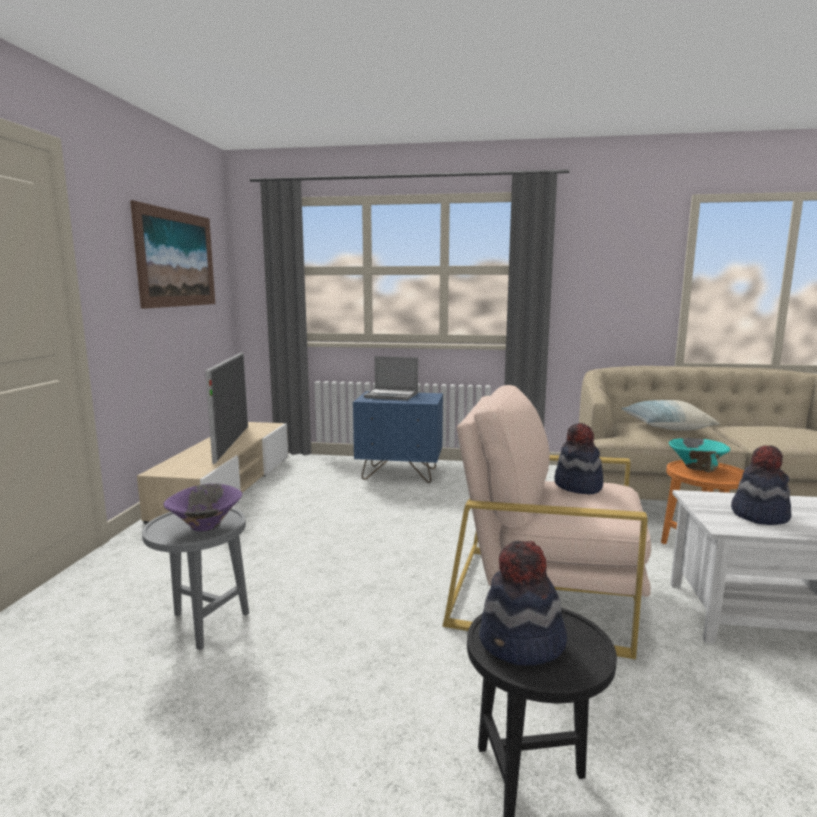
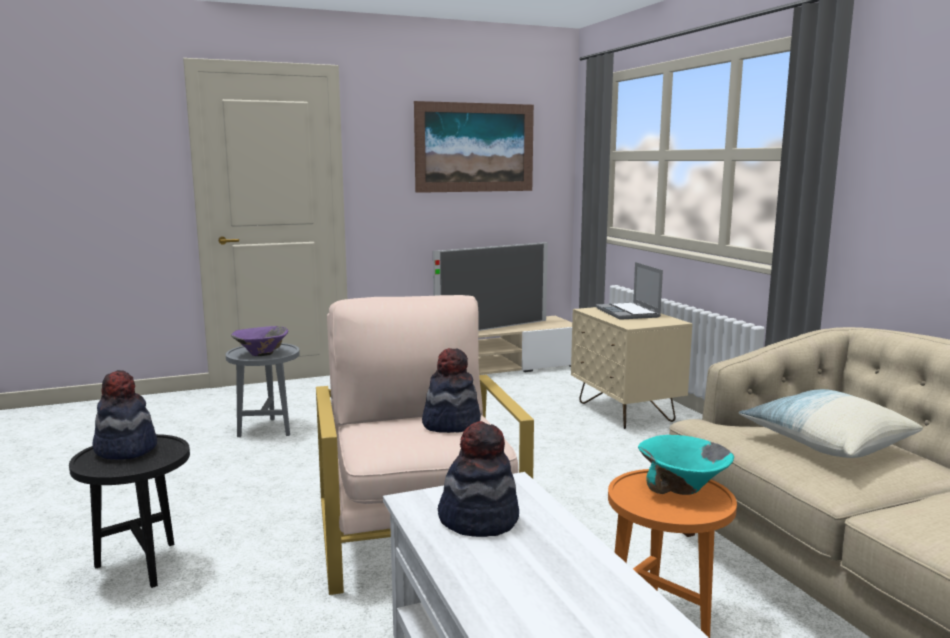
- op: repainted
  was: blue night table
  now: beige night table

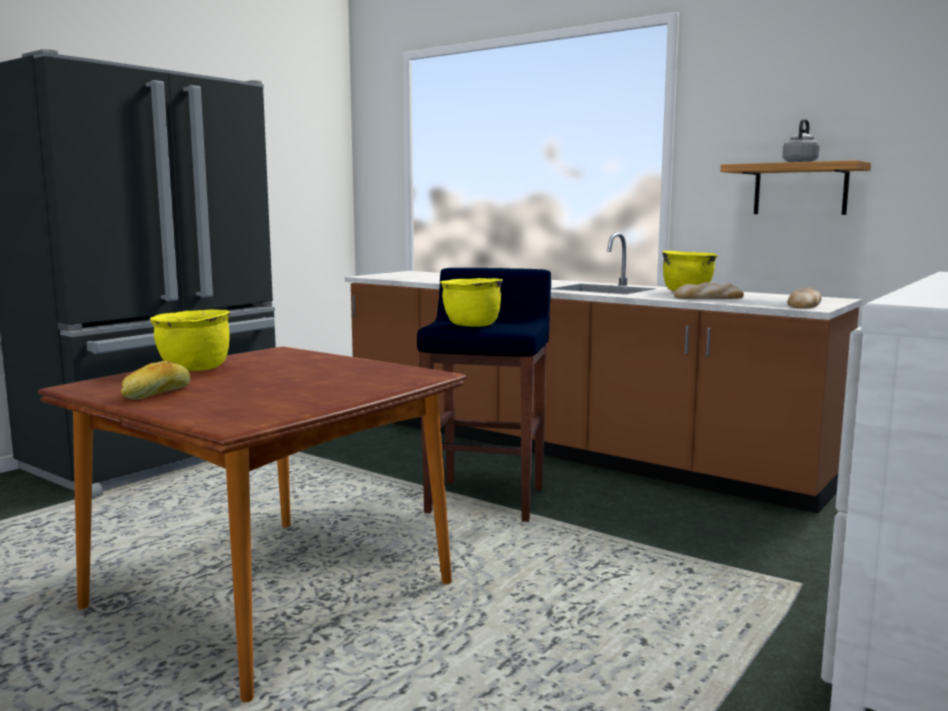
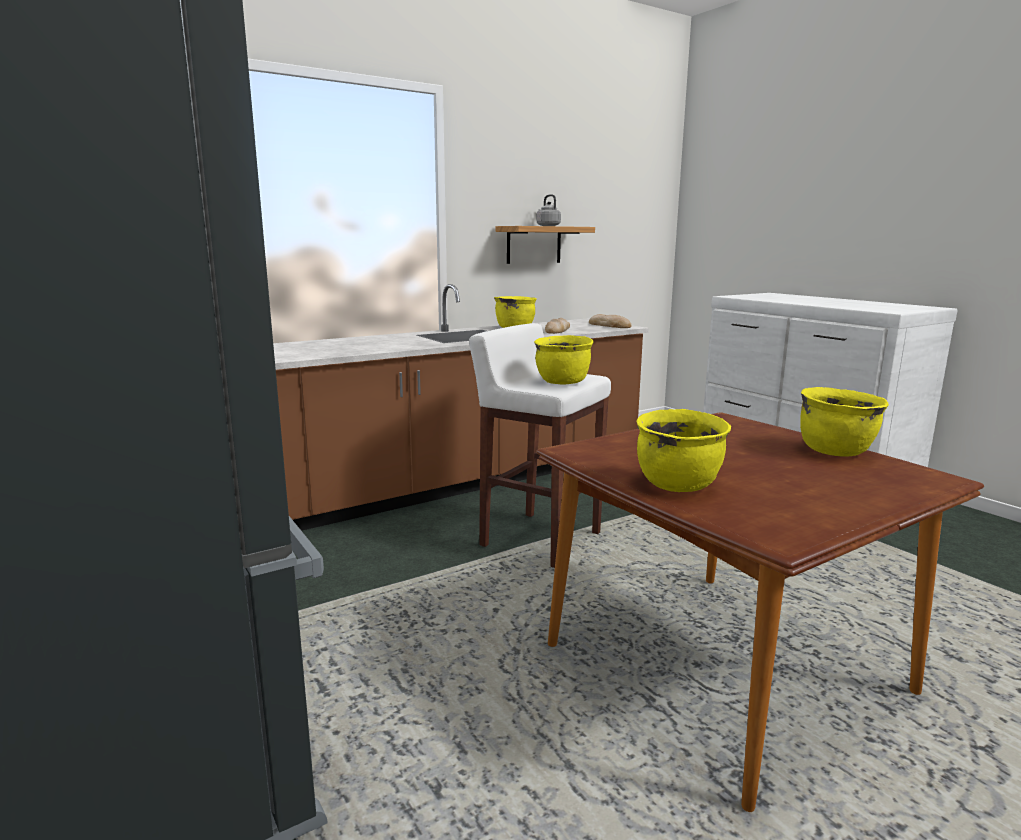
- op: repainted
  was: blue stool
  now: white-coloured stool
- op: new
  now: yellowish saucepot (no. 4 from left)
- op: gone
  was: baked bread (no. 1 from left)

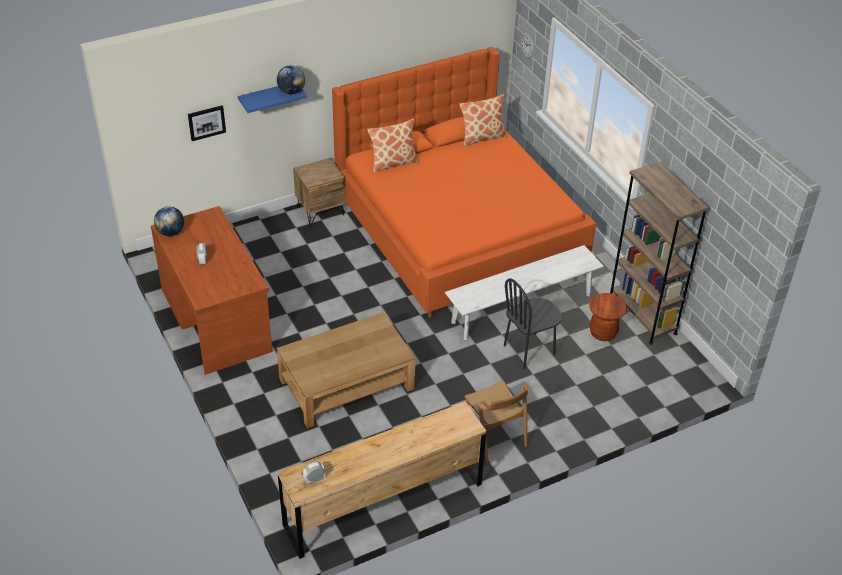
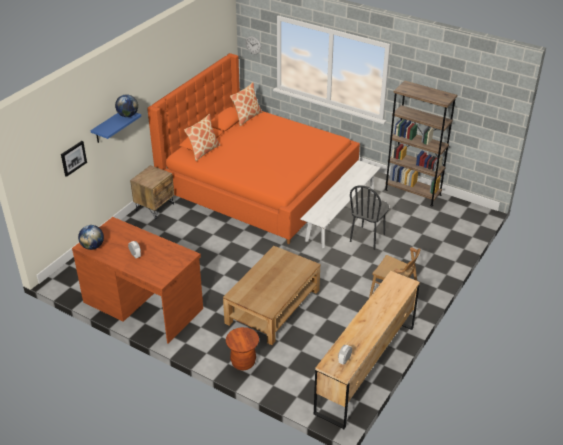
- op: shifted
  was: brown-coloured stool

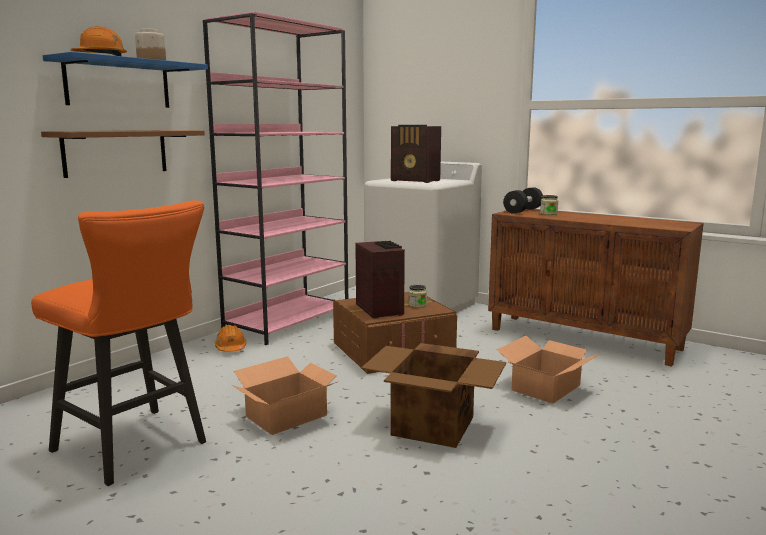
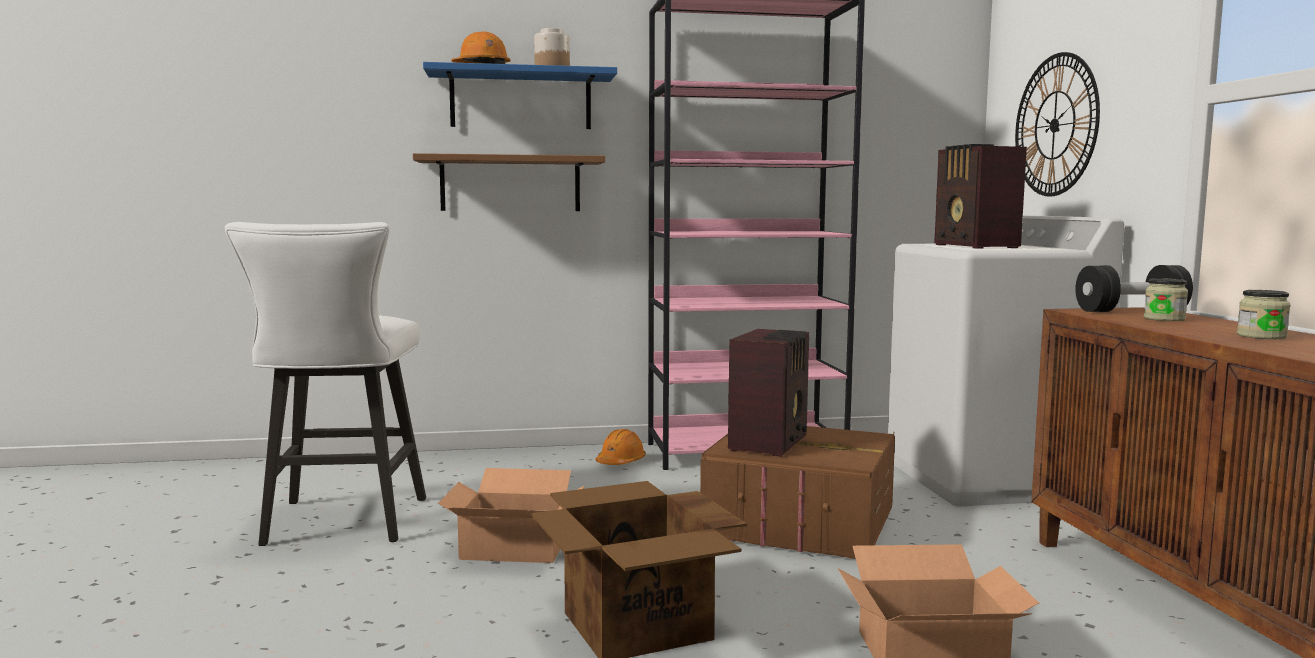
- op: repainted
  was: orange-coloured stool
  now: white-coloured stool
- op: new
  now: hanging clock
- op: shifted
  was: preserve jar (no. 2 from left in the first image)
  now: preserve jar (no. 3 from left)

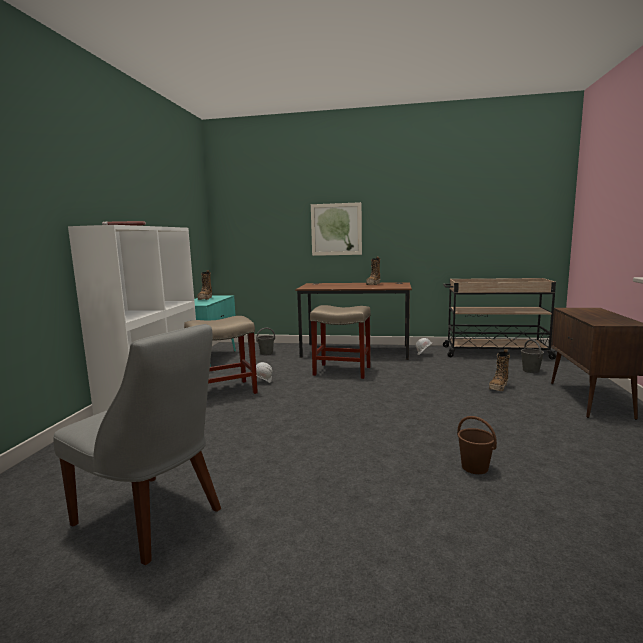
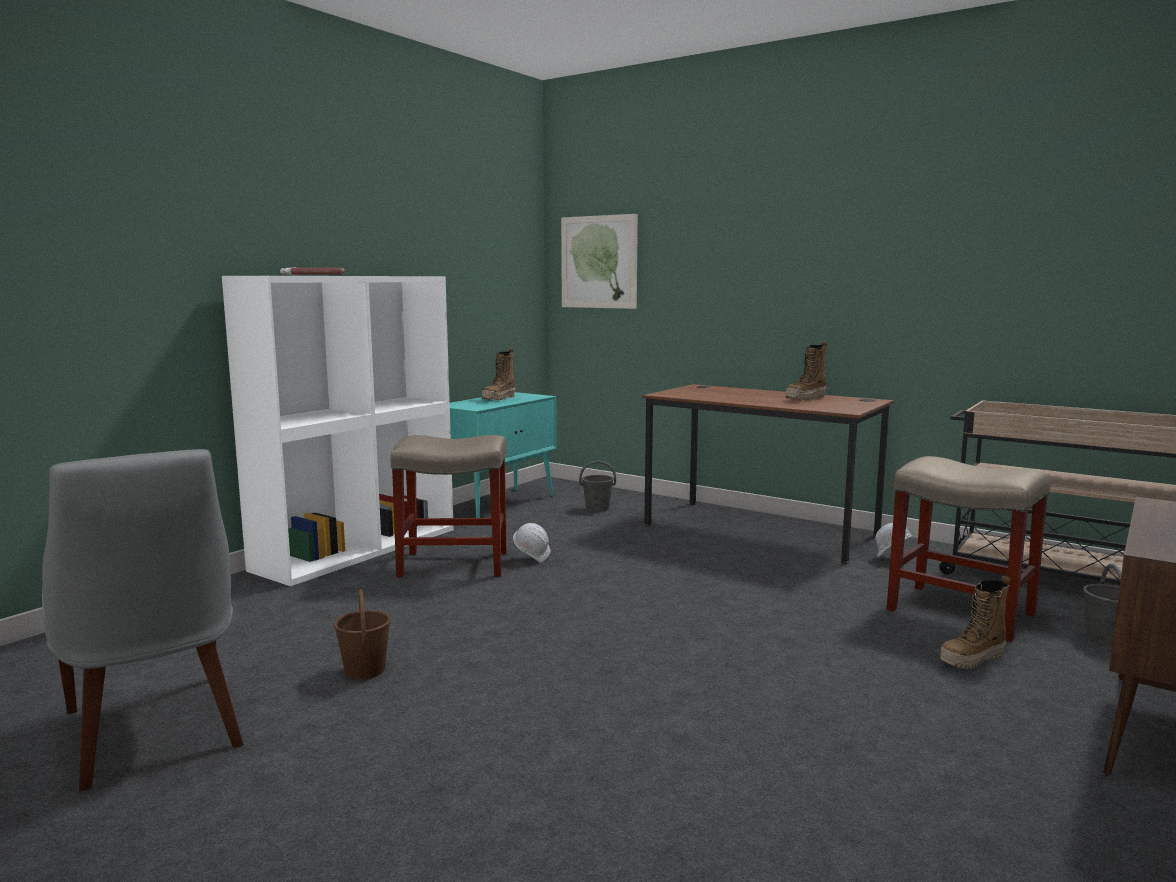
- op: shifted
  was: brown-coloured pail
- op: shifted
  was: wall picture
- op: shifted
  was: beige stool (no. 2 from left)

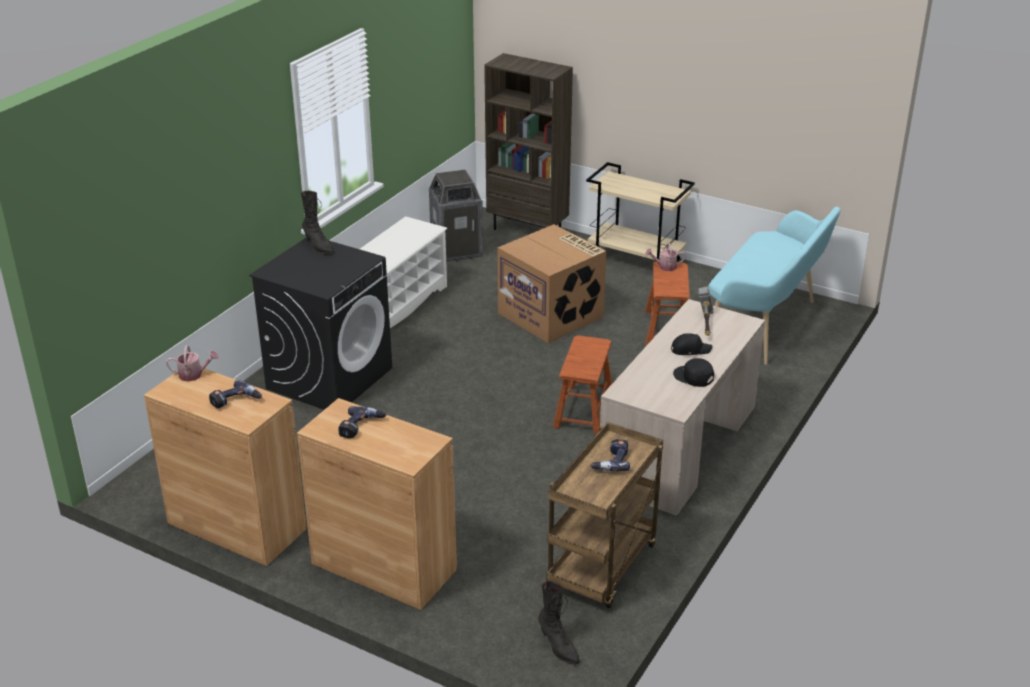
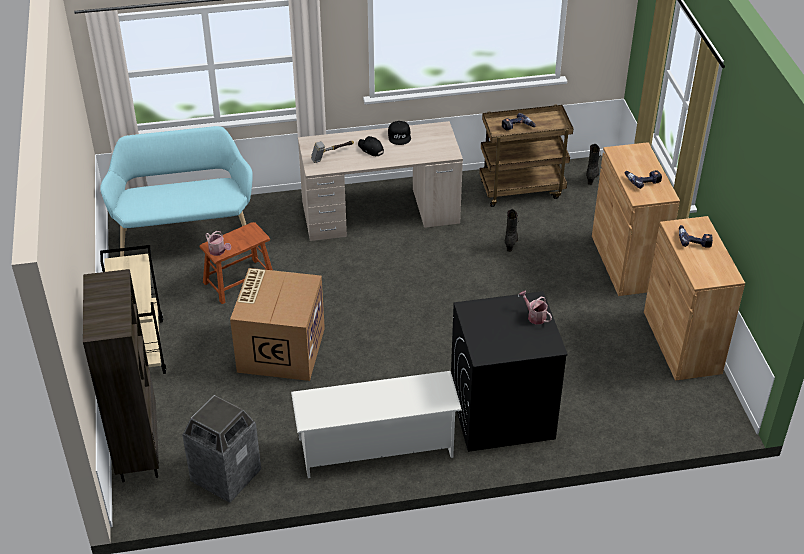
- op: shifted
  was: black-coloured high-top boot (no. 1 from left)
- op: shifted
  was: watering pot (no. 1 from left in the first image)
  now: watering pot (no. 2 from left)
- op: gone
  was: brown-coloured stool (no. 1 from left)

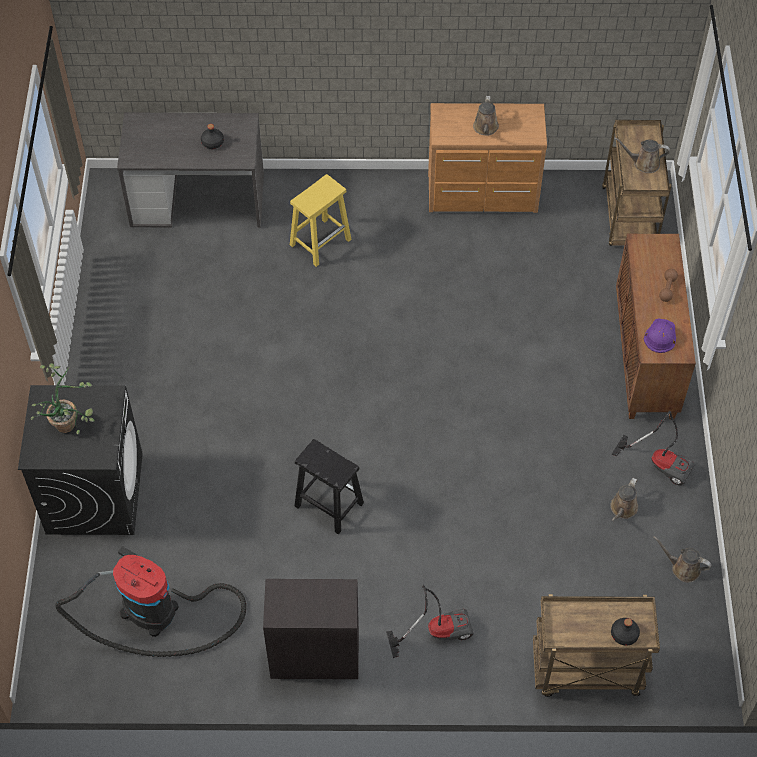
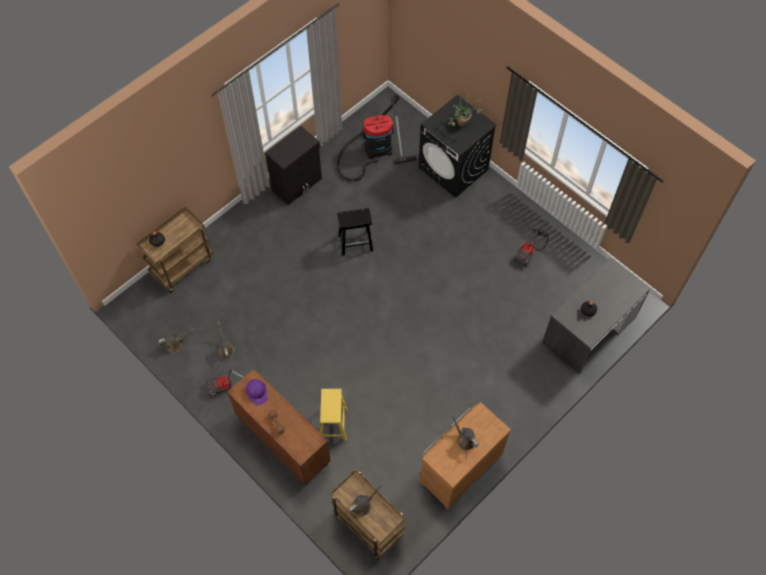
- op: shifted
  was: yellowish stool
- op: shifted
  was: vacuum cleaner (no. 2 from left in the first image)
  now: vacuum cleaner (no. 3 from left)

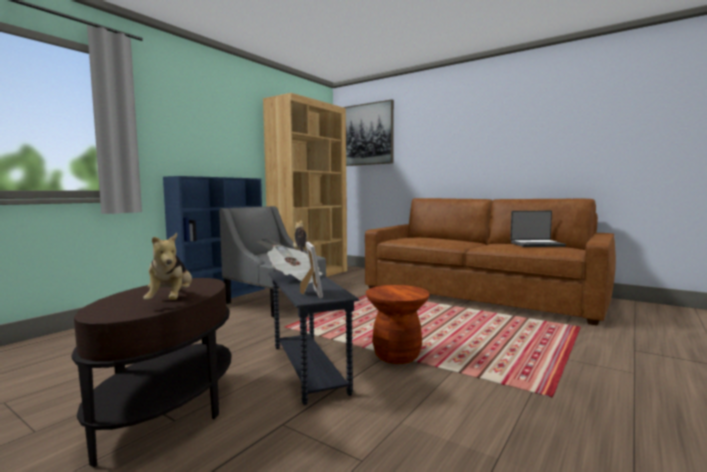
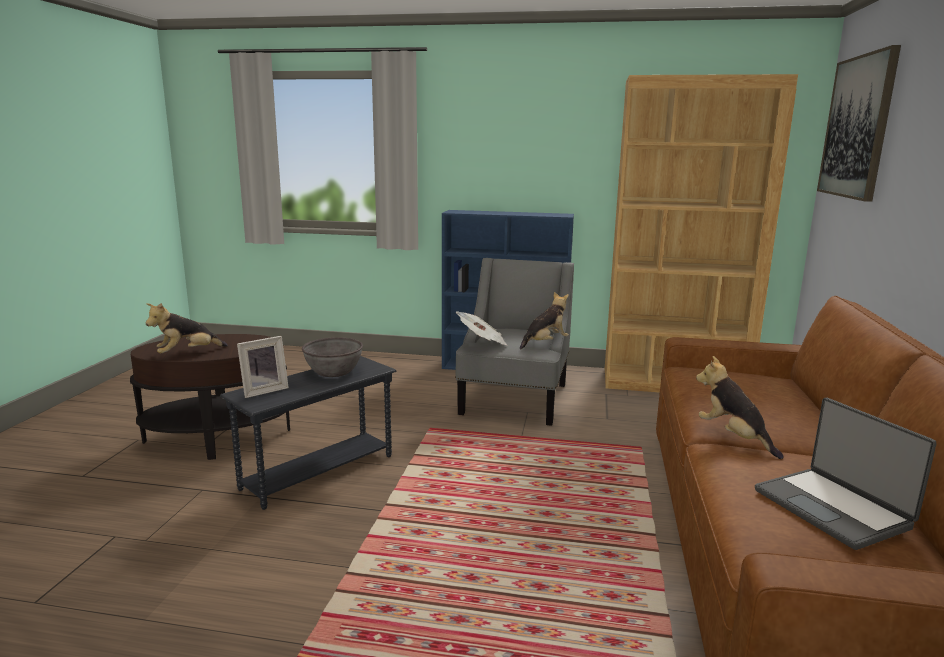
- op: swapped
  was: printed paper (no. 2 from left)
  now: greyish deep dish
- op: new
  now: cuddly toy (no. 3 from left)
- op: gone
  was: brown-coloured stool

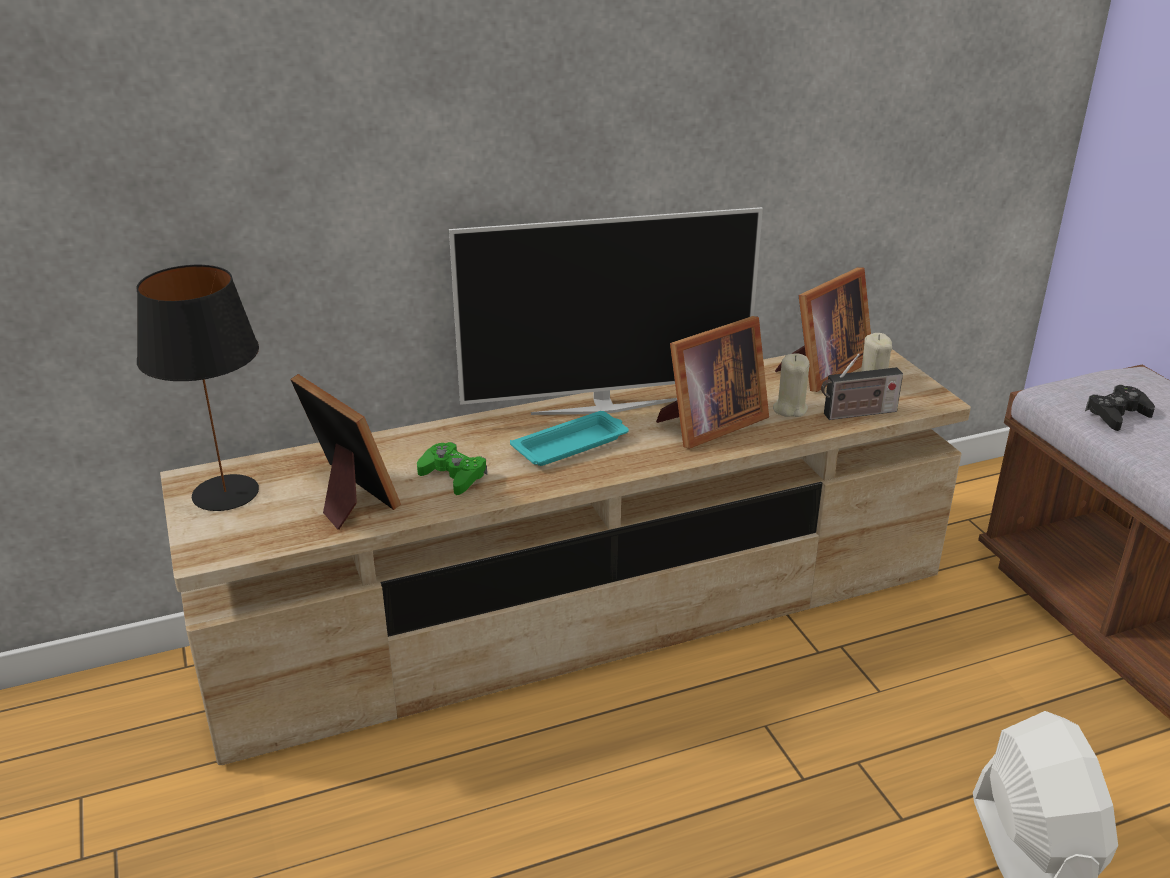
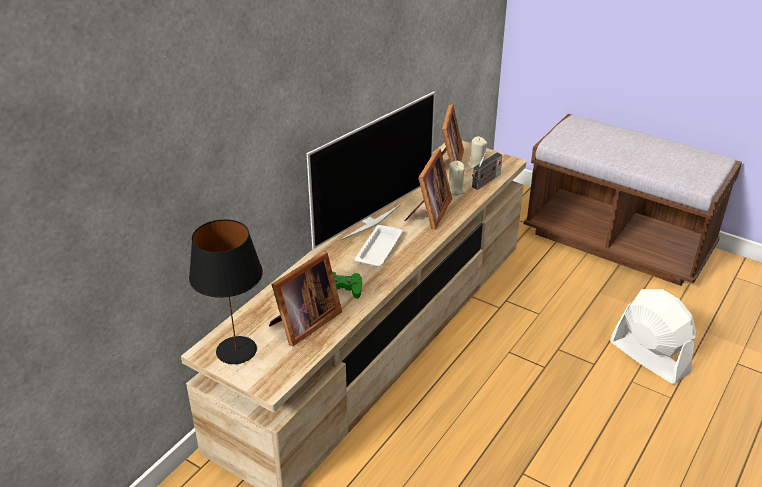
- op: rotated
  was: standing frame (no. 1 from left)
  clockwise: 120
- op: repainted
  was: blue-green carrying tray
  now: white-coloured carrying tray
- op: gone
  was: black-coloured gamepad

